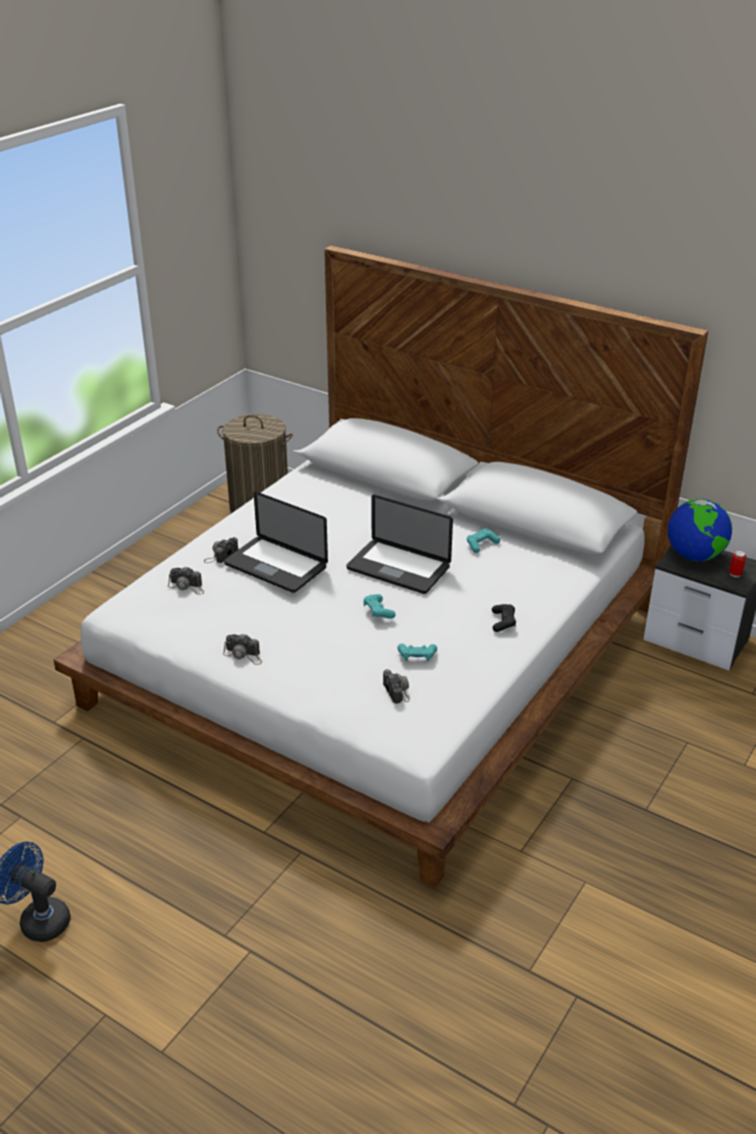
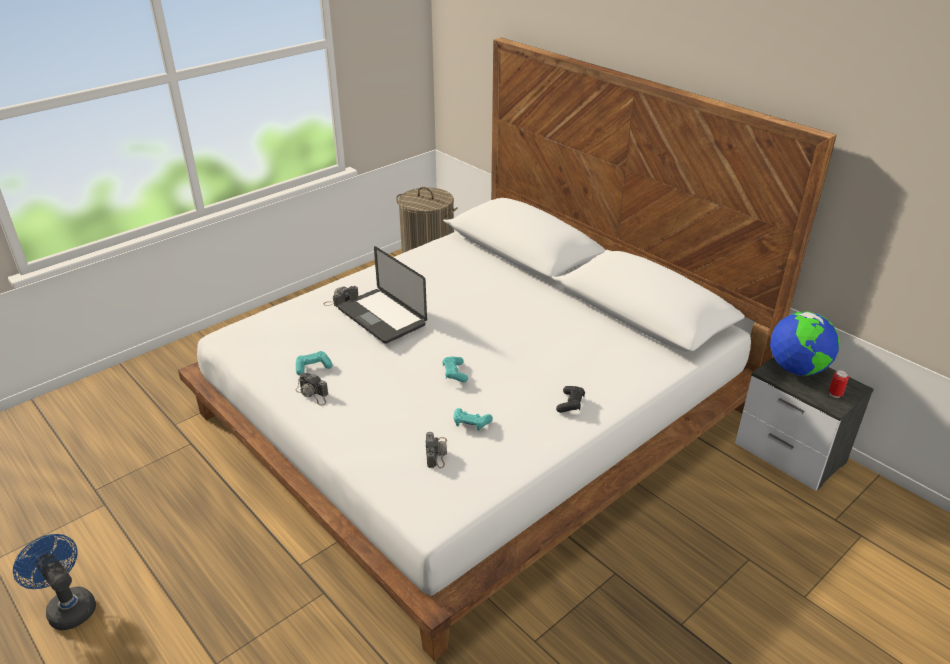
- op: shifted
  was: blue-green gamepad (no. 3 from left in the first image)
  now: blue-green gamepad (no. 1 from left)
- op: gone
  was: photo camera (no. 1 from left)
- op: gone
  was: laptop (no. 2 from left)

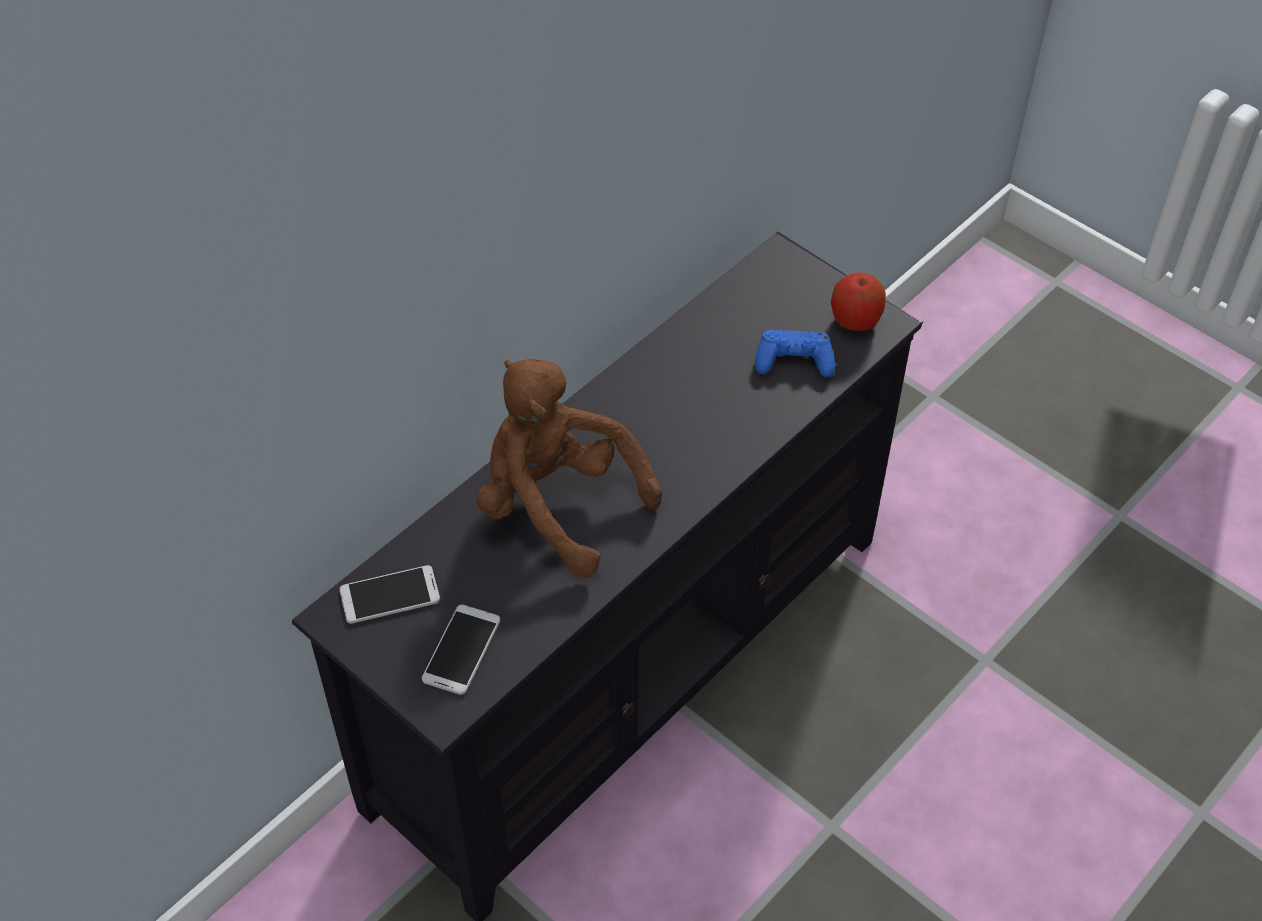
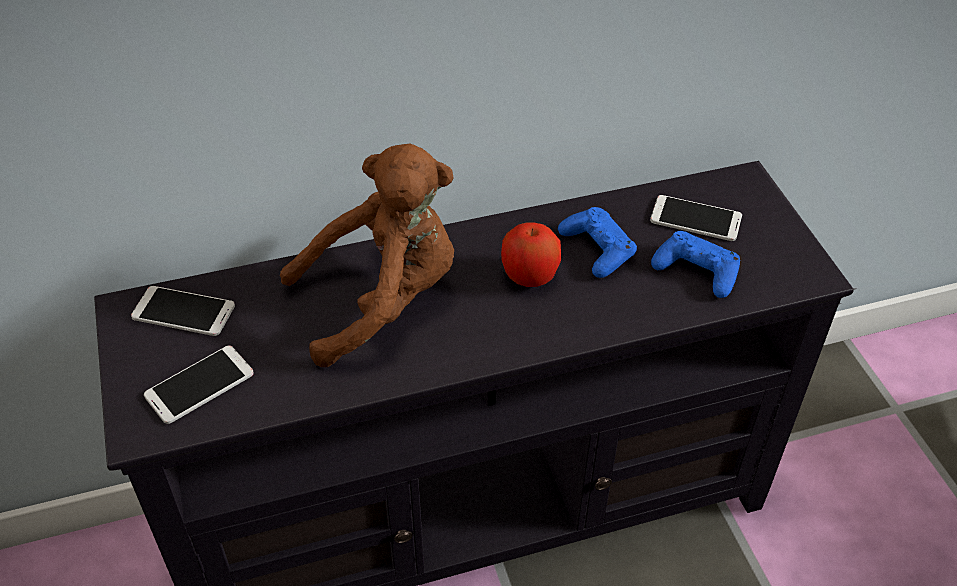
- op: rotated
  was: brown-coloured cuddly toy
  clockwise: 90
- op: shifted
  was: apple fruit
- op: new
  now: blue gamepad (no. 1 from left)
- op: new
  now: handset (no. 3 from left)

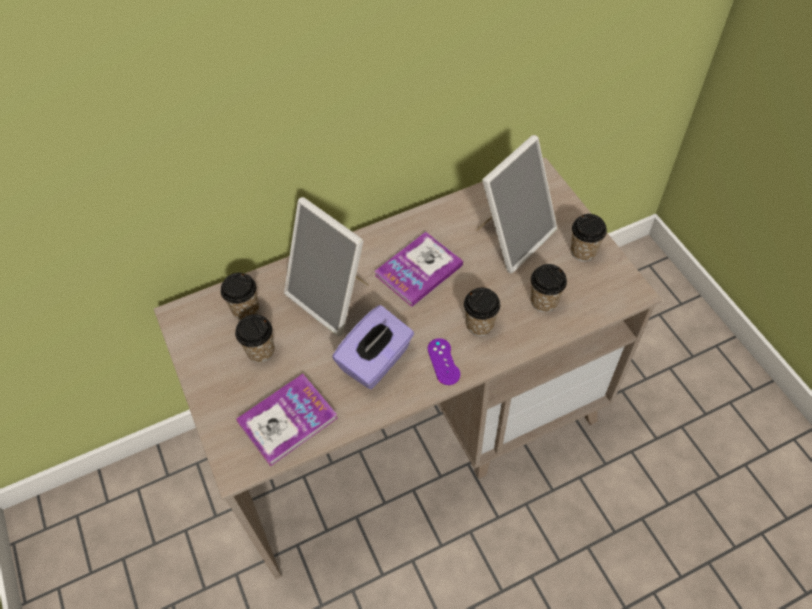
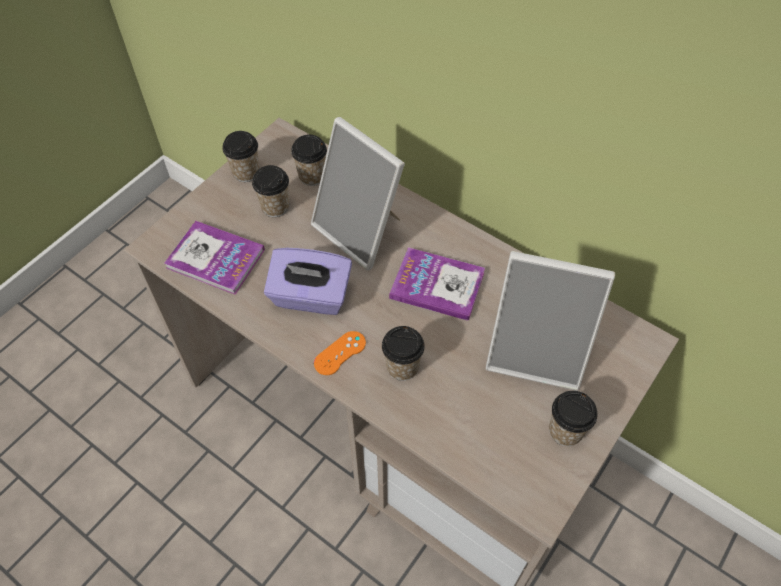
- op: shifted
  was: cup (no. 4 from left in the first image)
  now: cup (no. 1 from left)
- op: rotated
  was: standing frame (no. 1 from left)
  clockwise: -60
- op: repainted
  was: purple gamepad
  now: orange-coloured gamepad

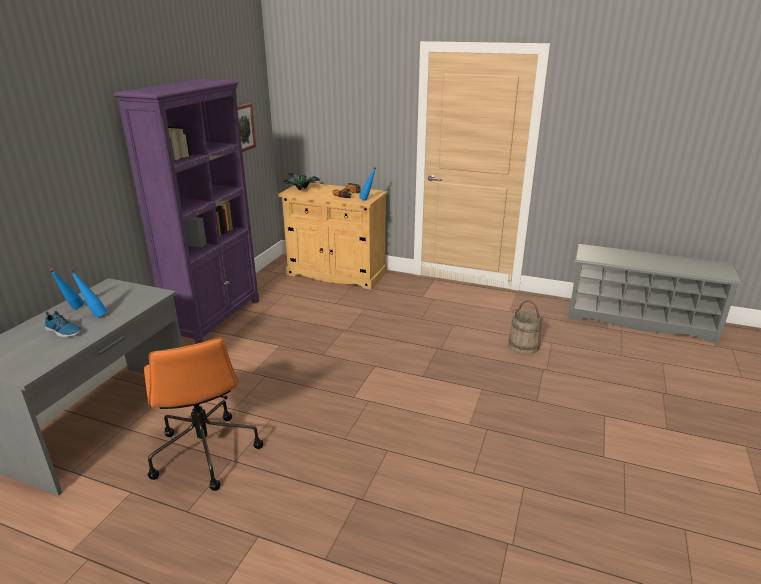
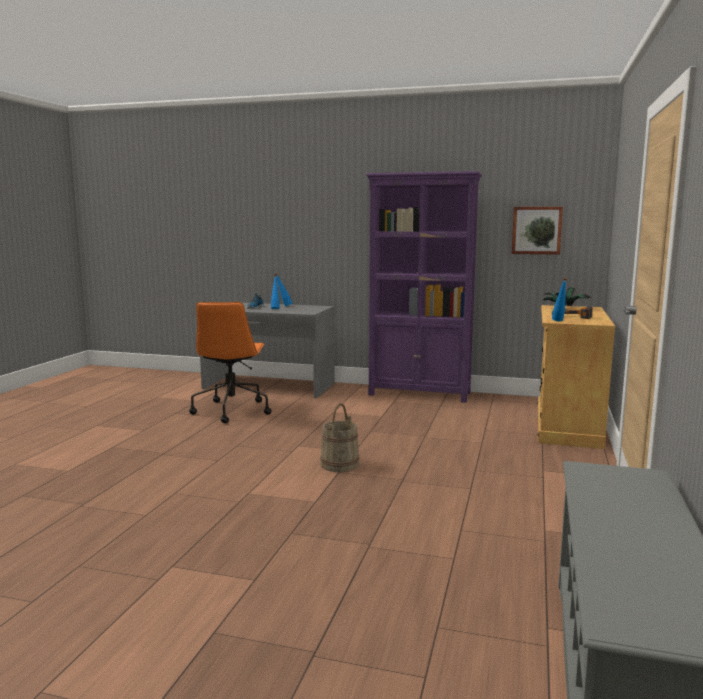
- op: rotated
  was: orange-coloured office chair
  clockwise: -60
- op: shifted
  was: beige pail

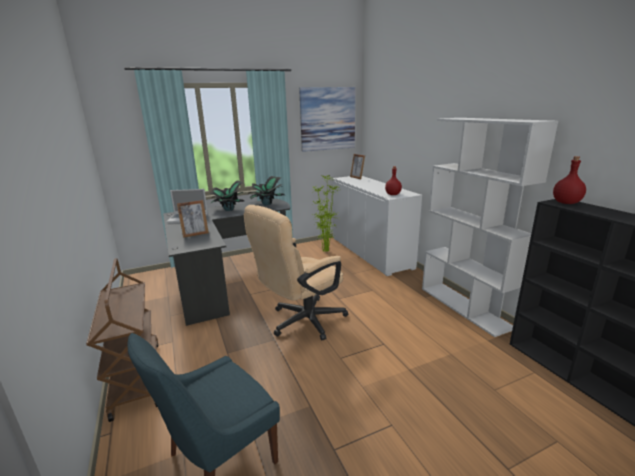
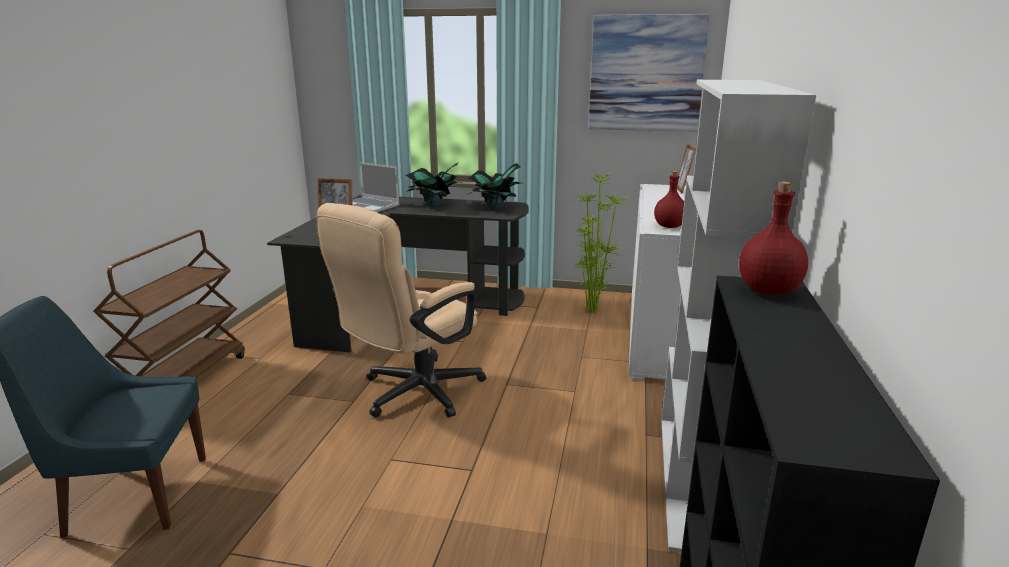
- op: rotated
  was: beige office chair
  clockwise: -45

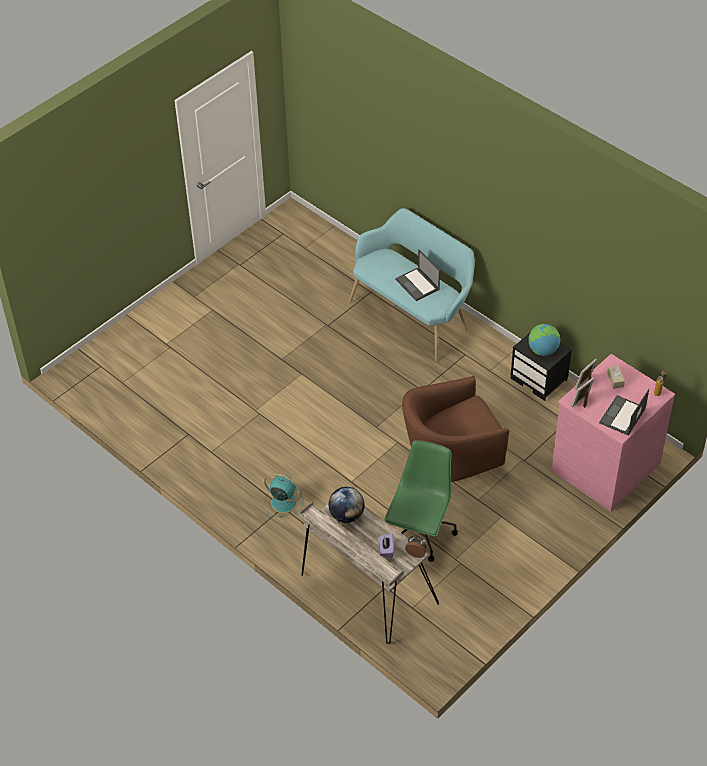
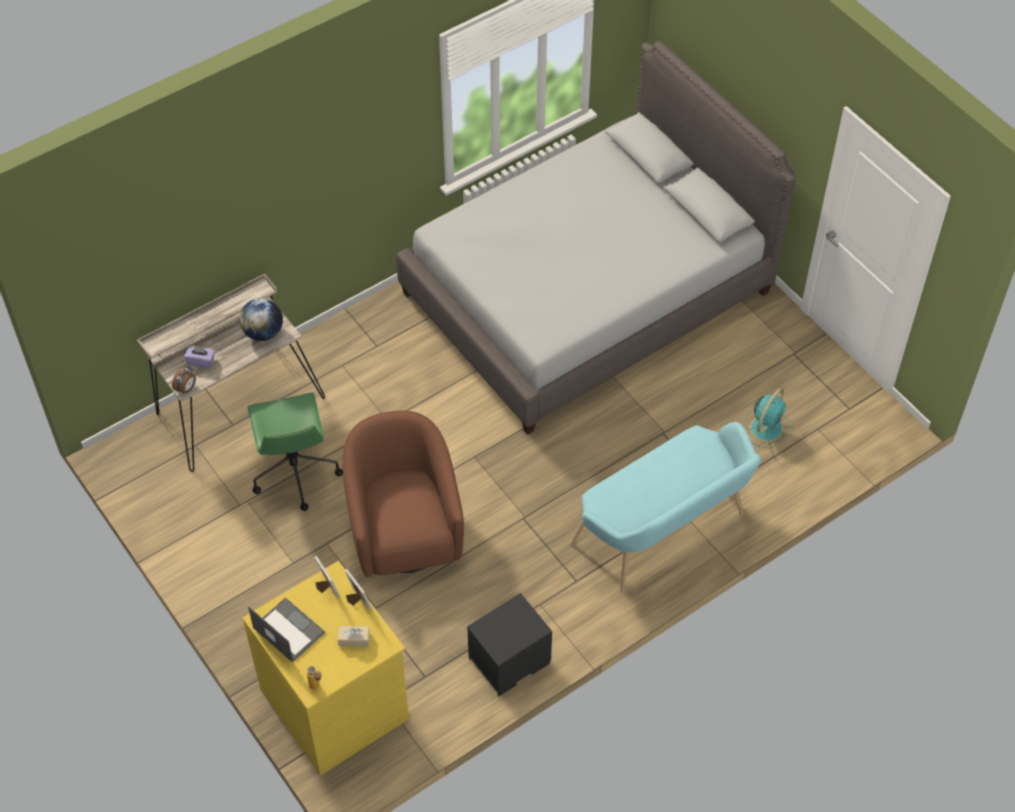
- op: repainted
  was: pink-coloured chest of drawers
  now: yellowish chest of drawers
- op: rotated
  was: green office chair
  clockwise: 45
- op: new
  now: greyish bedroom bed
- op: shifted
  was: blue-green fan
- op: gone
  was: laptop (no. 1 from left)
- op: gone
  was: world globe (no. 2 from left)

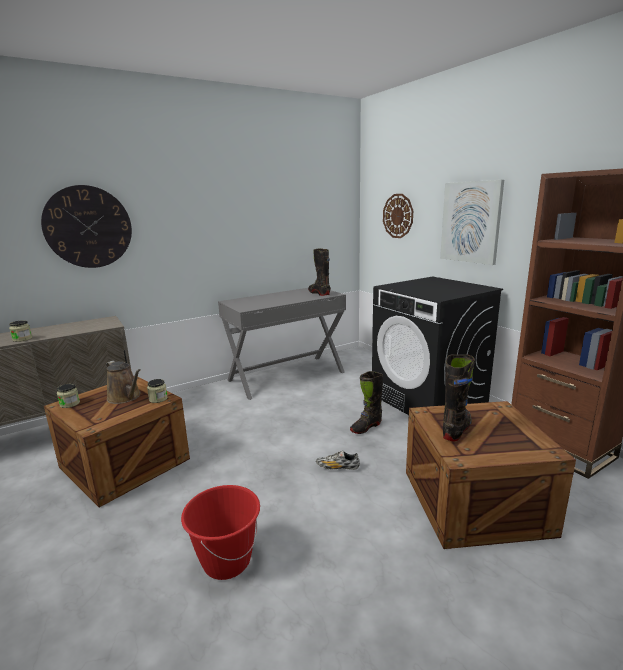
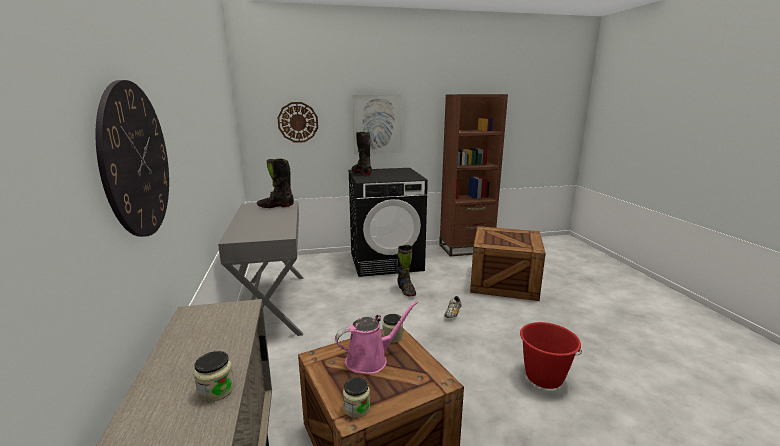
- op: repainted
  was: brown-coloured watering pot
  now: pink-coloured watering pot
- op: shifted
  was: black-coloured high-top boot (no. 3 from left in the first image)
  now: black-coloured high-top boot (no. 2 from left)

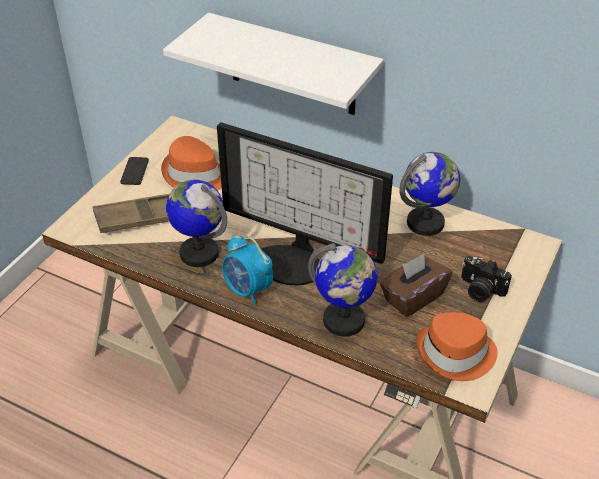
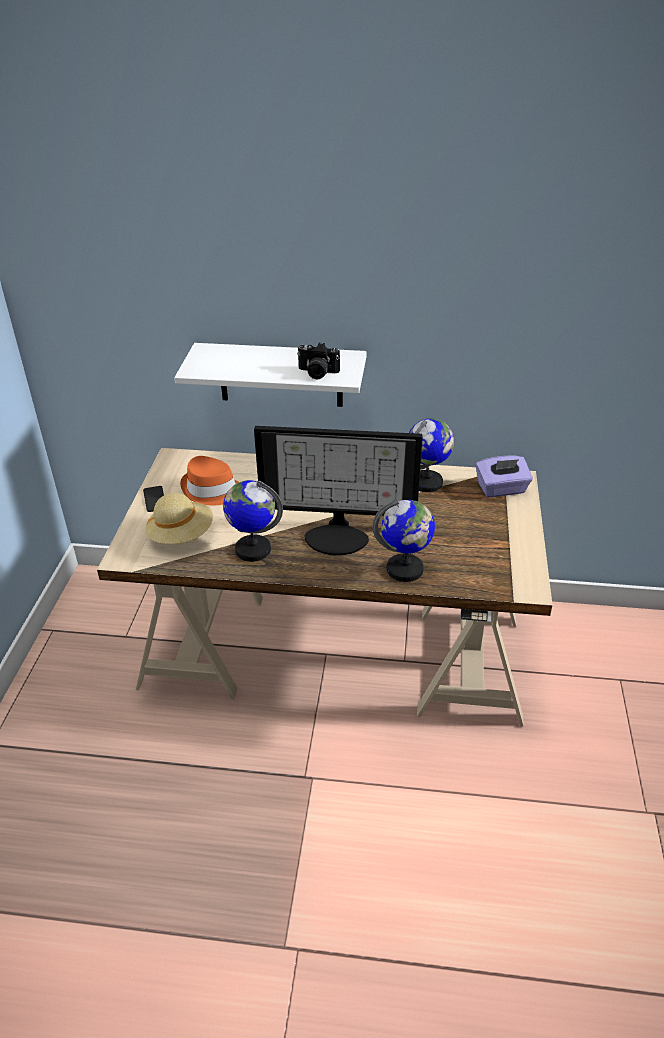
- op: swapped
  was: brown-coloured carrying tray
  now: beige hat
- op: shifted
  was: photo camera
- op: new
  now: purple tissue box
- op: gone
  was: bedside clock
- op: gone
  was: brown-coloured tissue box
- op: gone
  was: orange-coloured hat (no. 2 from left)

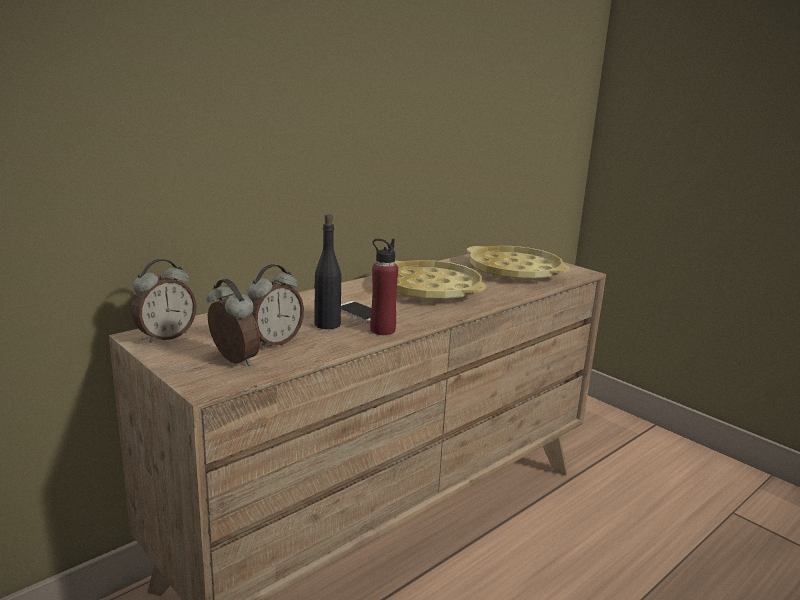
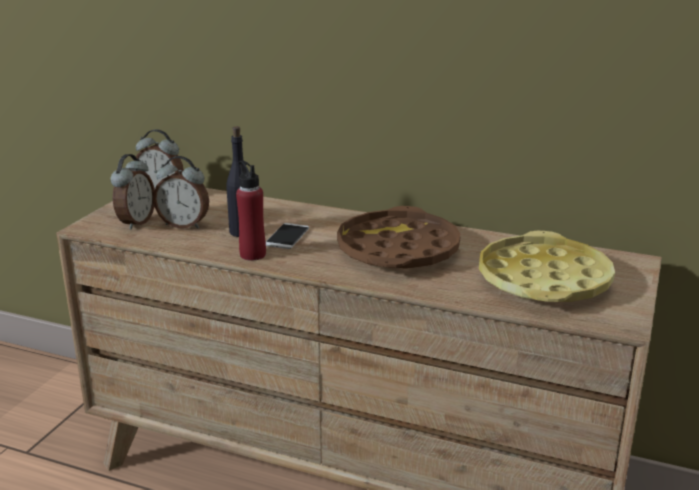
- op: repainted
  was: yellowish carrying tray (no. 1 from left)
  now: brown-coloured carrying tray

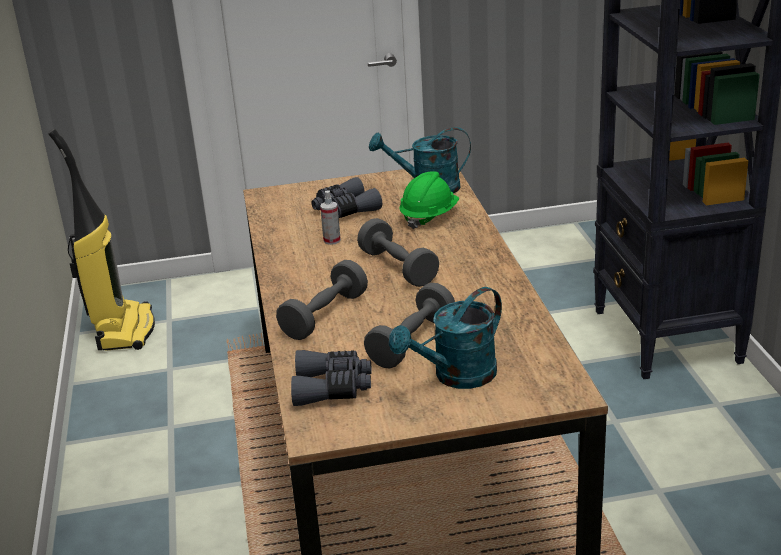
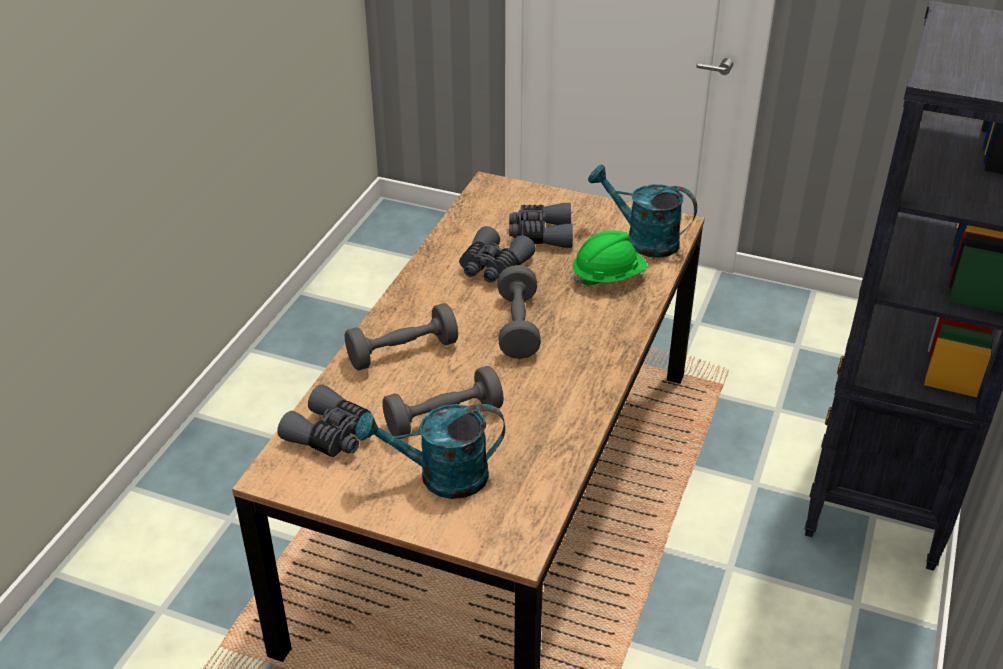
- op: swapped
  was: spray bottle
  now: greyish field glasses (no. 2 from left)
- op: gone
  was: vacuum cleaner

